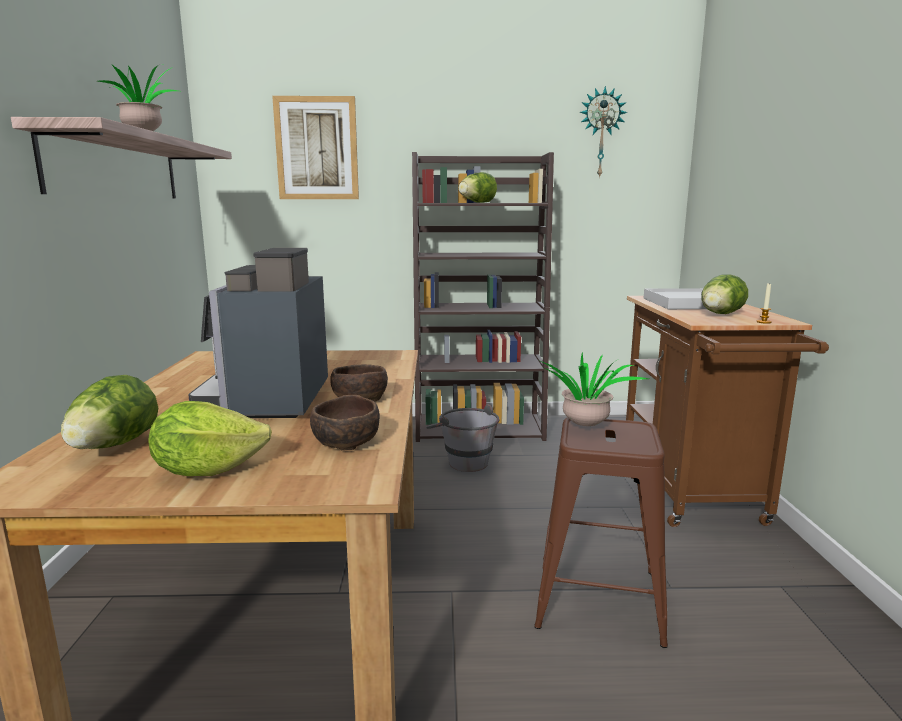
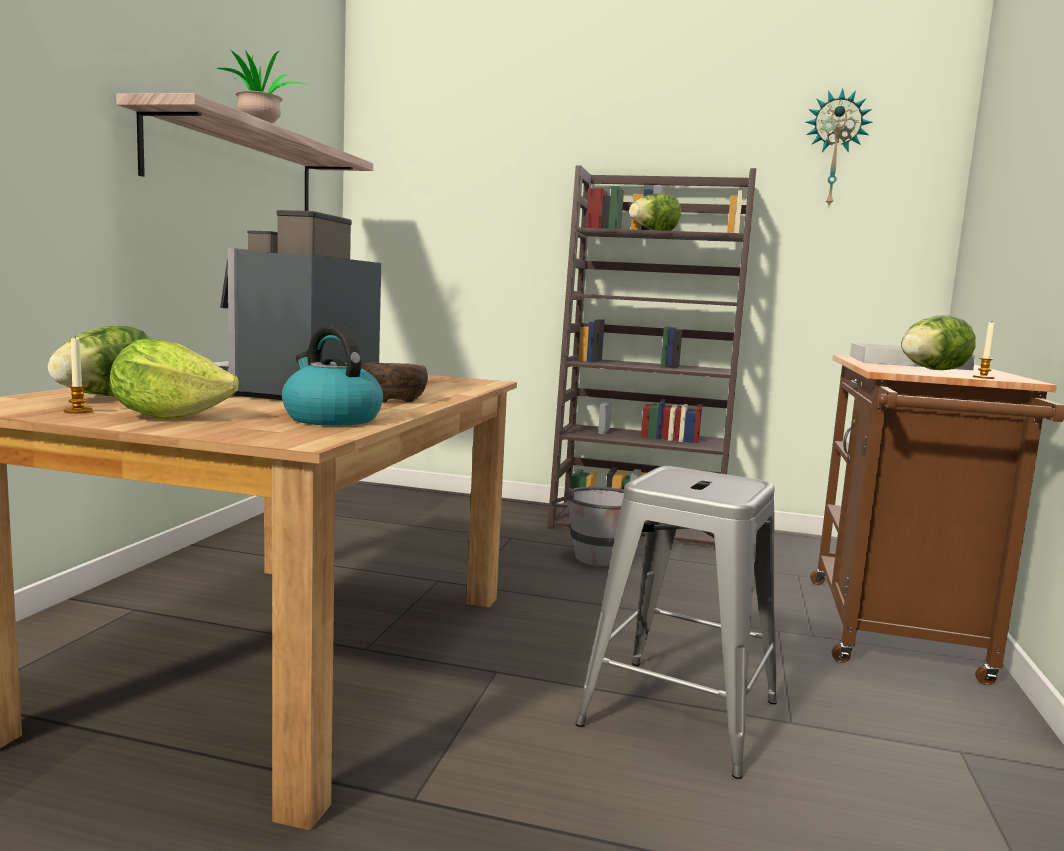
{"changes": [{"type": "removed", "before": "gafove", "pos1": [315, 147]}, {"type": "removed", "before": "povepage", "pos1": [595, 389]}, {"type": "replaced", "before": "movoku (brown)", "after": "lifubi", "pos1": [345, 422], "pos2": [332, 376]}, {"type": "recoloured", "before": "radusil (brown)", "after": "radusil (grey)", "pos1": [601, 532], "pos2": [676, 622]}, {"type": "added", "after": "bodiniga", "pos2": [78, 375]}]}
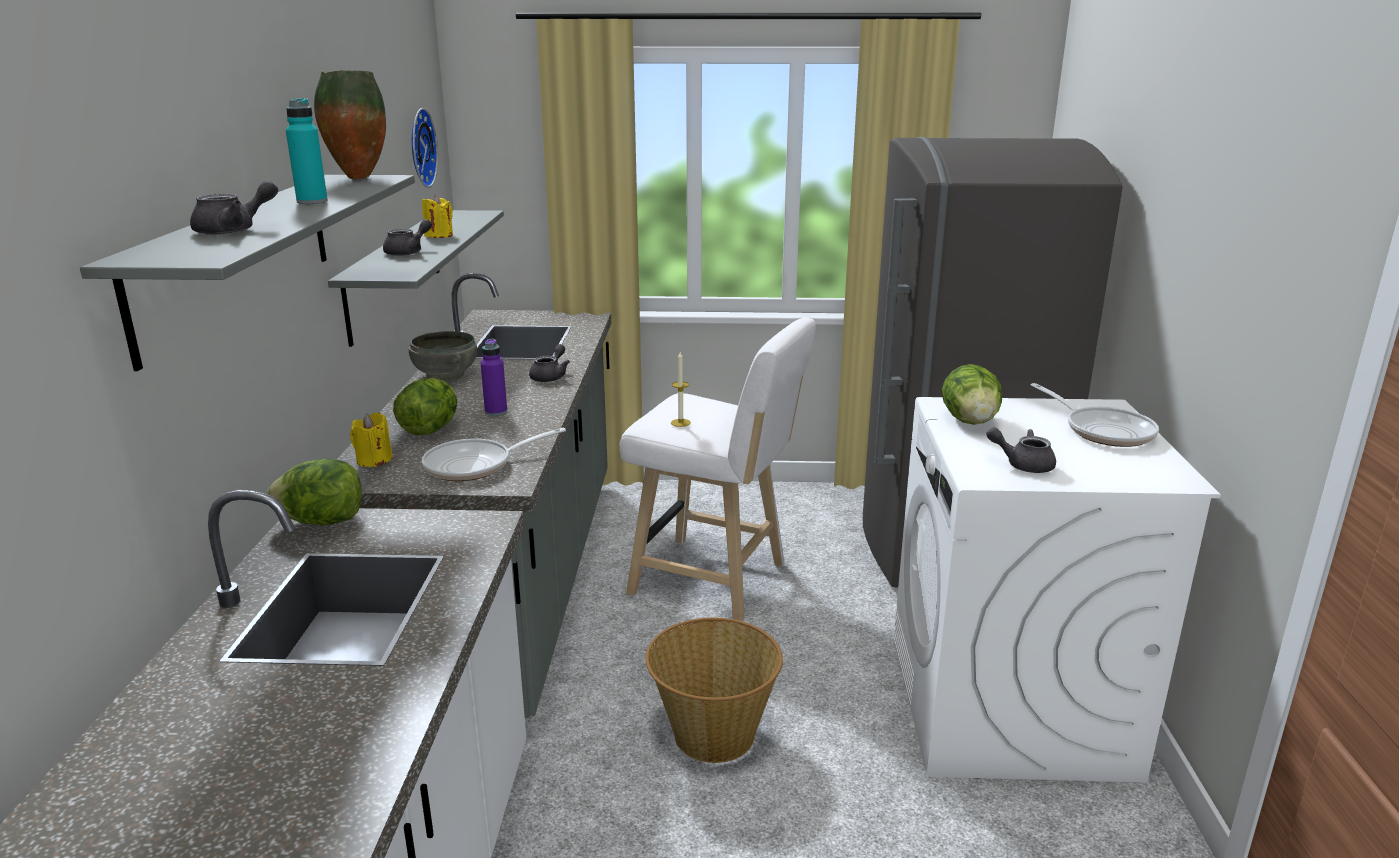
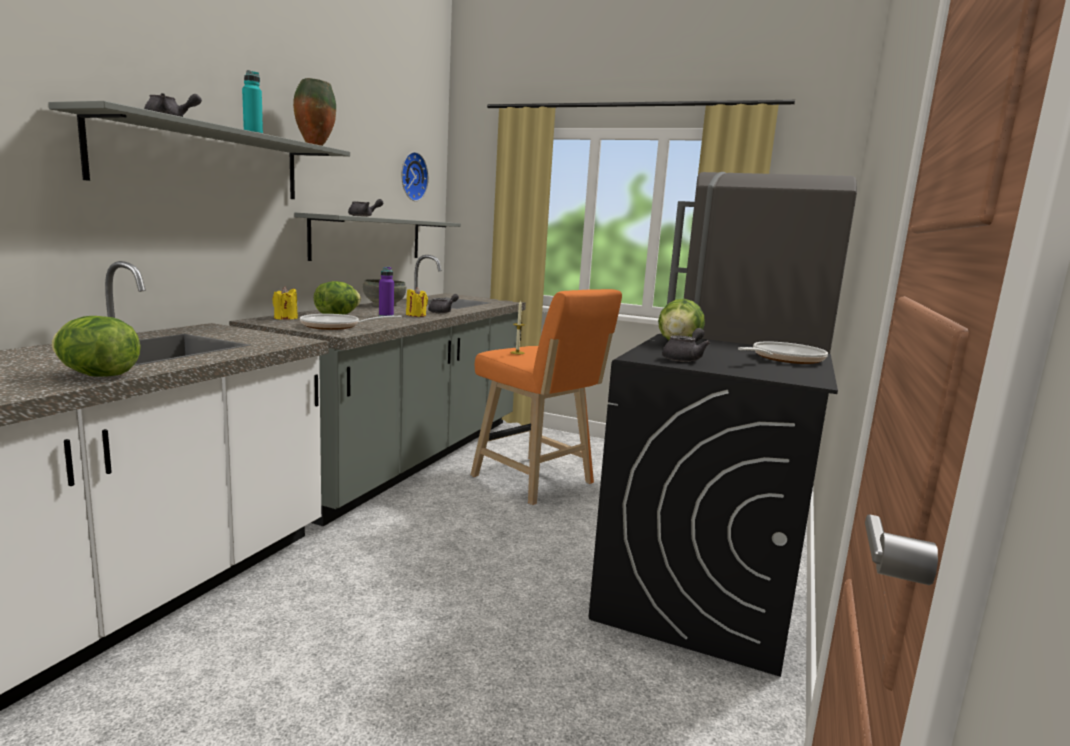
{"changes": [{"type": "moved", "before": "bodiniga (yellow)", "pos1": [437, 216], "pos2": [417, 302]}, {"type": "recoloured", "before": "radusil (white)", "after": "radusil (orange)", "pos1": [717, 469], "pos2": [546, 397]}, {"type": "turned", "before": "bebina", "pos1": [1095, 415], "pos2": [783, 352], "turn": -120}, {"type": "recoloured", "before": "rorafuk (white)", "after": "rorafuk (black)", "pos1": [1057, 590], "pos2": [713, 505]}, {"type": "turned", "before": "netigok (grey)", "pos1": [1021, 450], "pos2": [686, 345], "turn": 90}, {"type": "moved", "before": "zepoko", "pos1": [314, 492], "pos2": [96, 346]}, {"type": "removed", "before": "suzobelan", "pos1": [714, 690]}]}
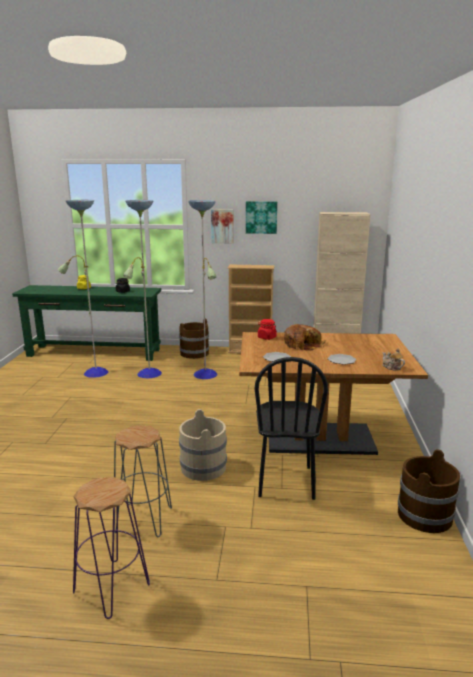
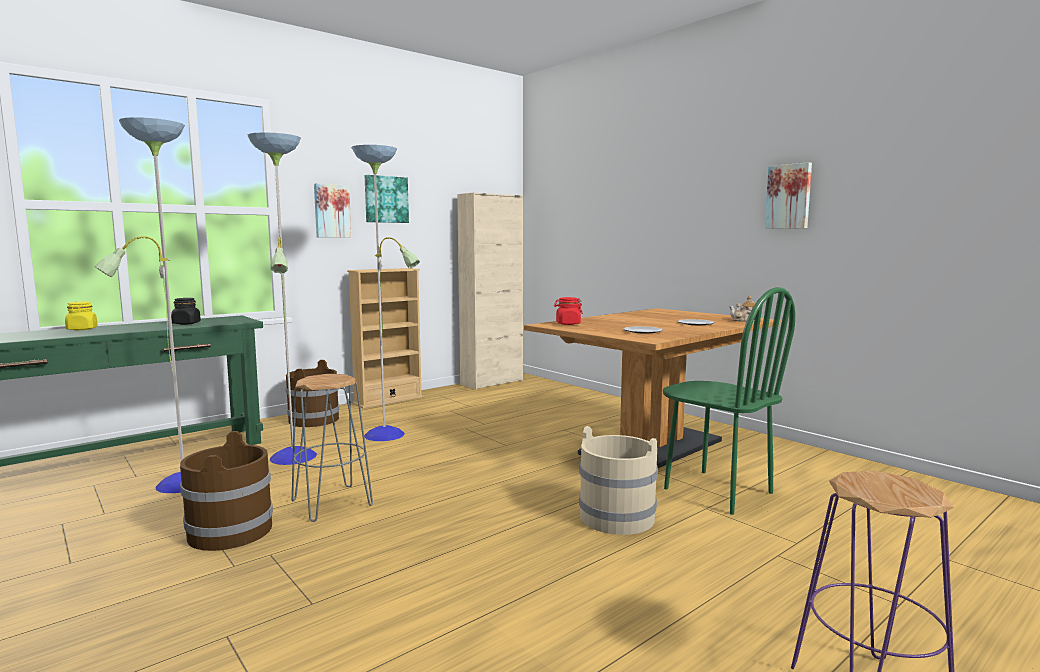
{"changes": [{"type": "removed", "before": "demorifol", "pos1": [304, 337]}, {"type": "recoloured", "before": "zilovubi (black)", "after": "zilovubi (green)", "pos1": [291, 428], "pos2": [729, 401]}, {"type": "moved", "before": "radusil (grey)", "pos1": [143, 481], "pos2": [332, 448]}, {"type": "moved", "before": "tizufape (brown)", "pos1": [429, 491], "pos2": [226, 491]}, {"type": "added", "after": "gafove", "pos2": [788, 195]}]}
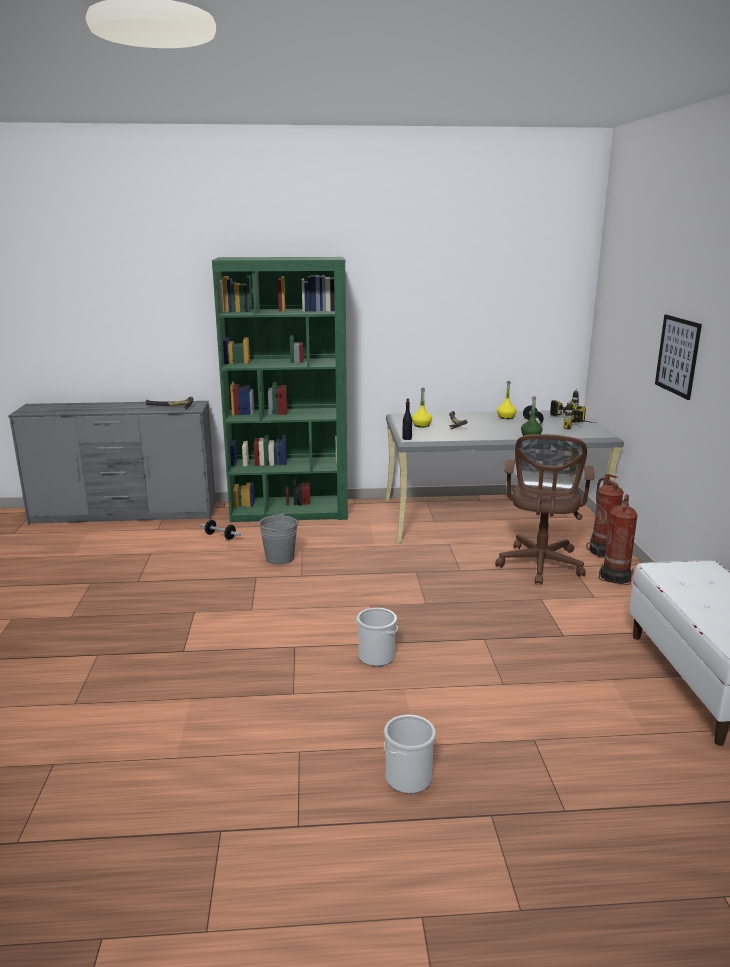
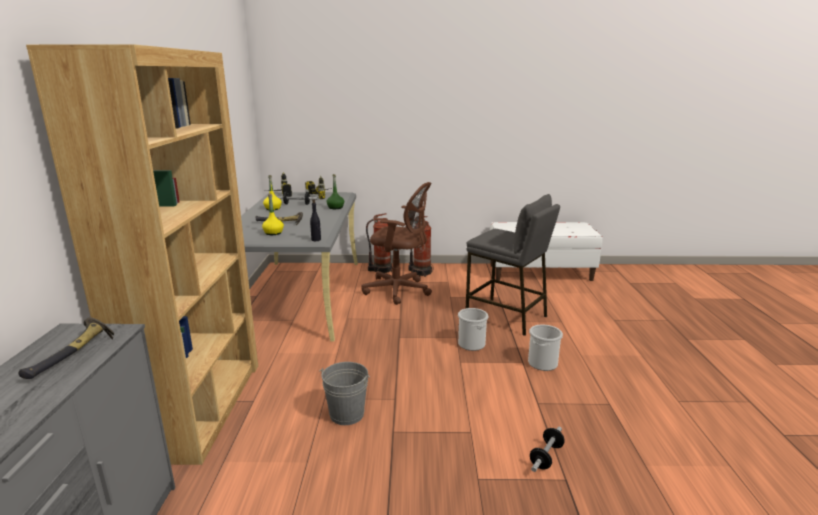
{"changes": [{"type": "recoloured", "before": "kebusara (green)", "after": "kebusara (brown)", "pos1": [280, 389], "pos2": [142, 254]}, {"type": "removed", "before": "gafove", "pos1": [678, 357]}, {"type": "moved", "before": "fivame", "pos1": [220, 530], "pos2": [547, 449]}, {"type": "moved", "before": "tizufape", "pos1": [410, 754], "pos2": [473, 329]}, {"type": "added", "after": "radusil (grey)", "pos2": [513, 265]}]}
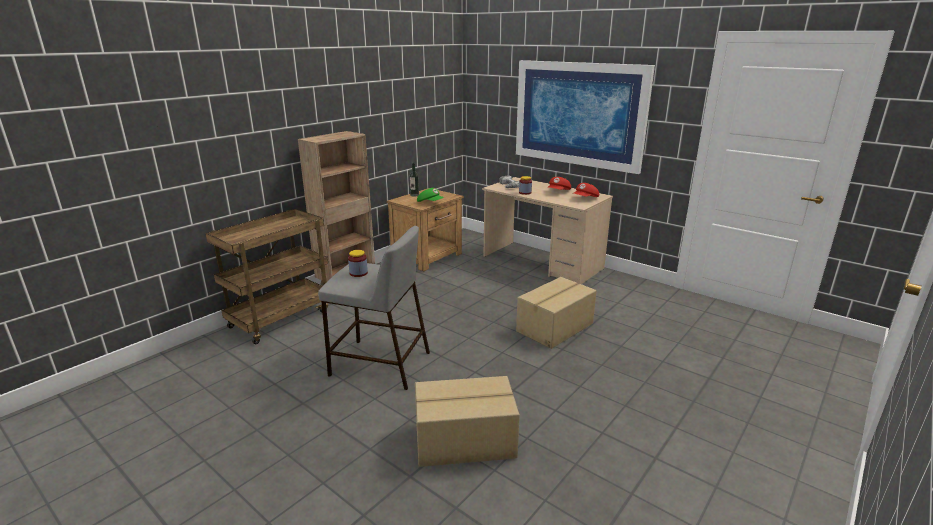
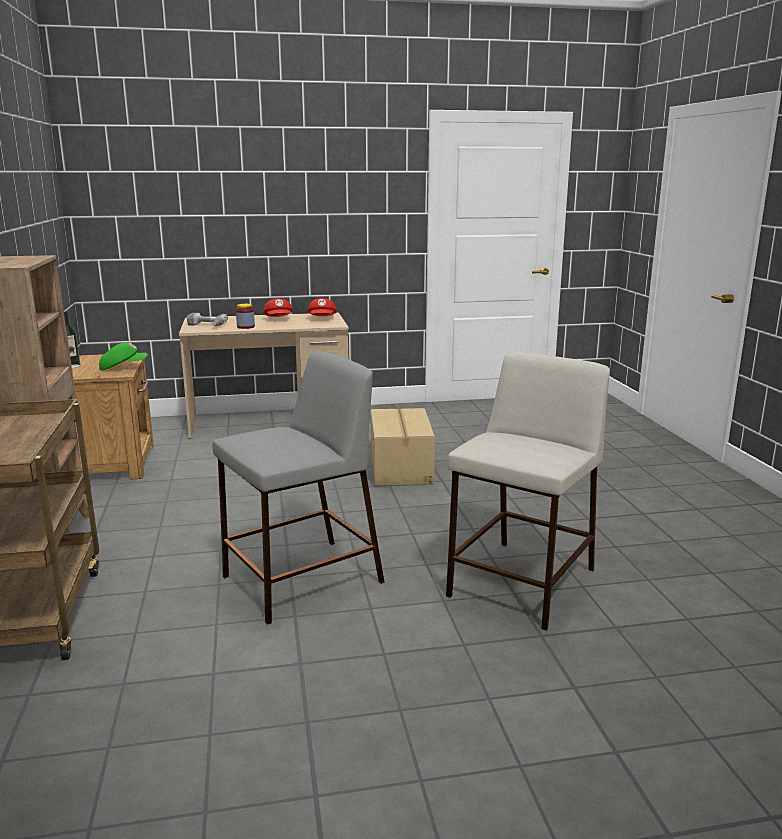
{"changes": [{"type": "removed", "before": "gafove", "pos1": [585, 117]}, {"type": "removed", "before": "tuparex", "pos1": [358, 263]}, {"type": "replaced", "before": "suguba", "after": "radusil (beige)", "pos1": [467, 421], "pos2": [528, 491]}]}
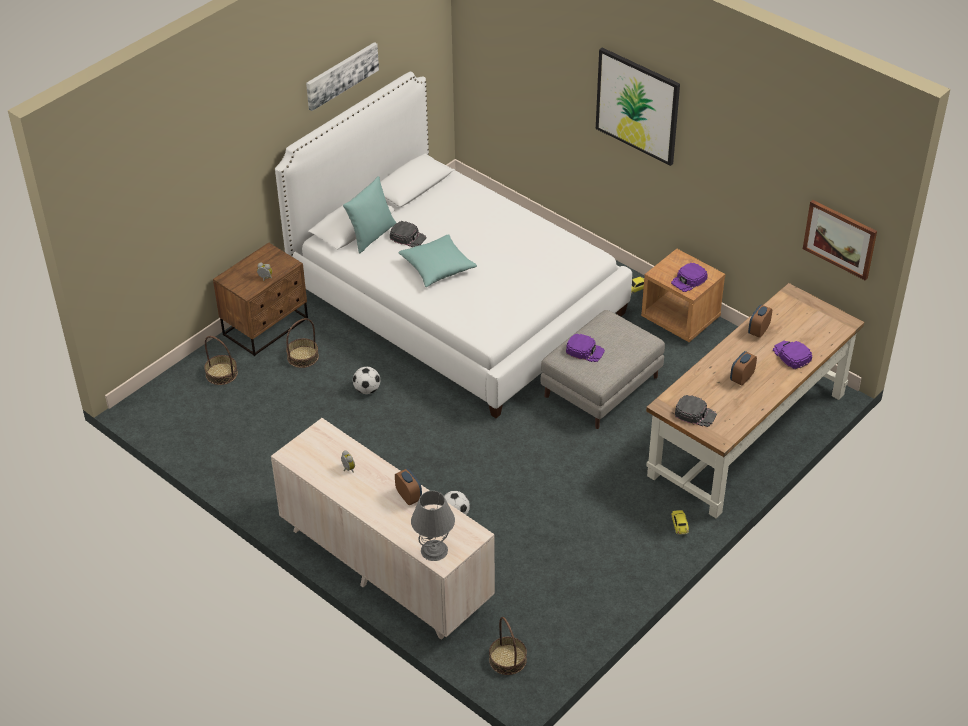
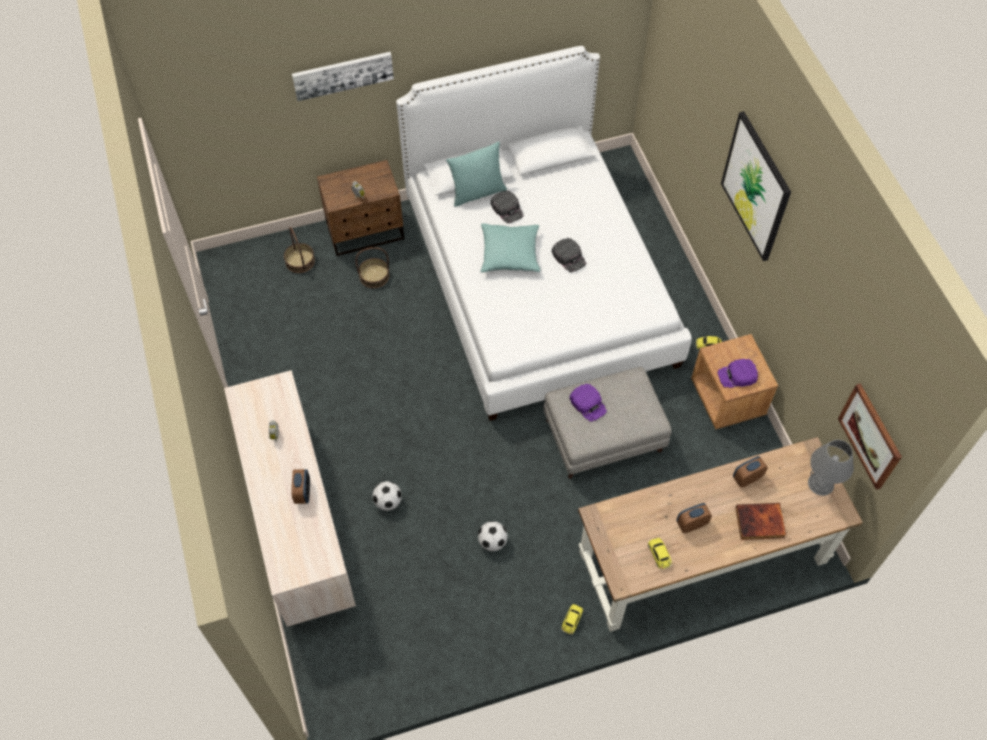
{"changes": [{"type": "moved", "before": "gafove", "pos1": [342, 76], "pos2": [343, 76]}, {"type": "replaced", "before": "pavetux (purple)", "after": "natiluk", "pos1": [792, 355], "pos2": [760, 521]}, {"type": "moved", "before": "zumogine", "pos1": [366, 380], "pos2": [493, 536]}, {"type": "moved", "before": "pavetux (black)", "pos1": [696, 411], "pos2": [569, 255]}, {"type": "moved", "before": "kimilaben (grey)", "pos1": [433, 526], "pos2": [831, 468]}, {"type": "removed", "before": "suzobelan", "pos1": [508, 646]}, {"type": "added", "after": "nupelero", "pos2": [660, 553]}]}
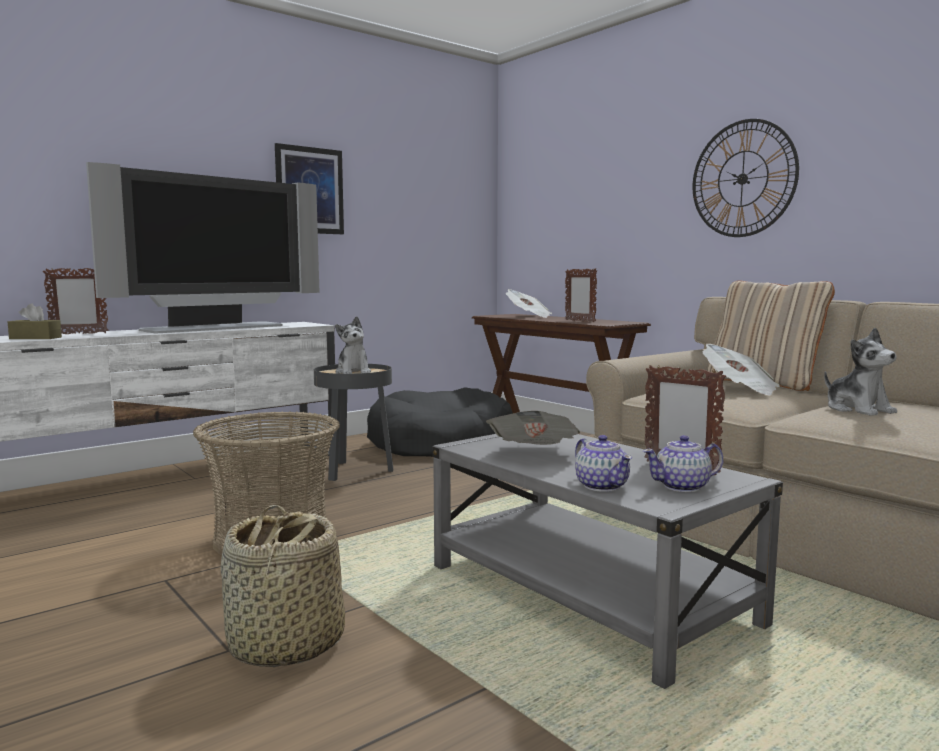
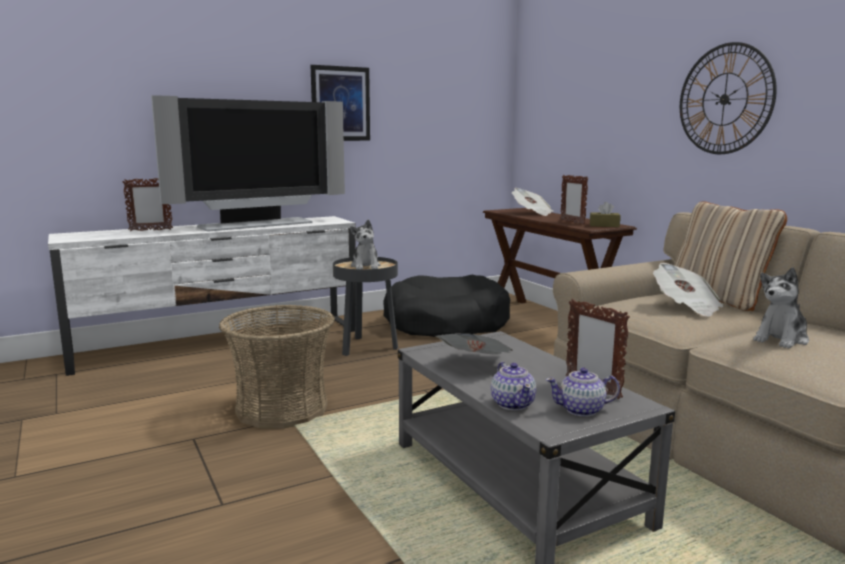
{"changes": [{"type": "moved", "before": "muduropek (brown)", "pos1": [35, 321], "pos2": [605, 214]}, {"type": "turned", "before": "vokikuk", "pos1": [860, 371], "pos2": [781, 308], "turn": 60}, {"type": "removed", "before": "suzobelan", "pos1": [282, 586]}]}
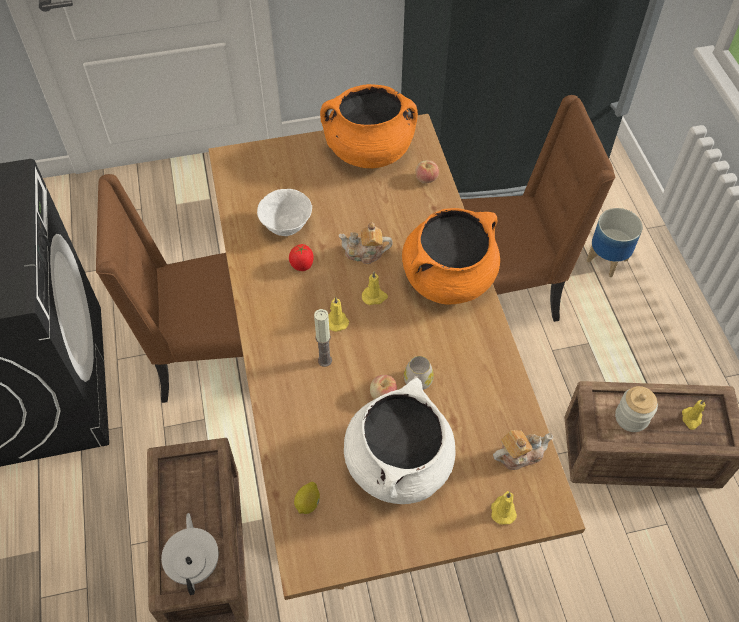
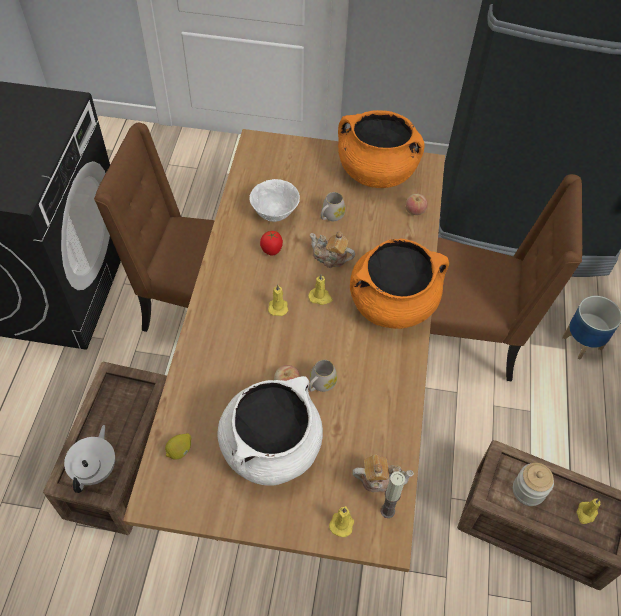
{"changes": [{"type": "moved", "before": "bodiniga", "pos1": [323, 338], "pos2": [392, 495]}, {"type": "added", "after": "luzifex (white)", "pos2": [333, 206]}]}
